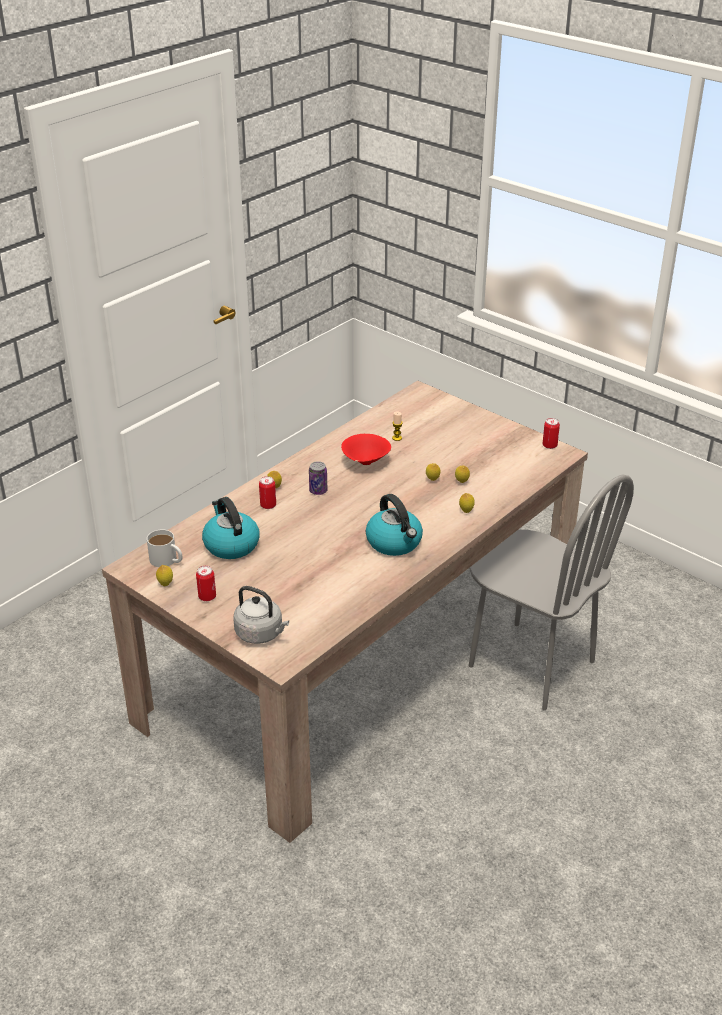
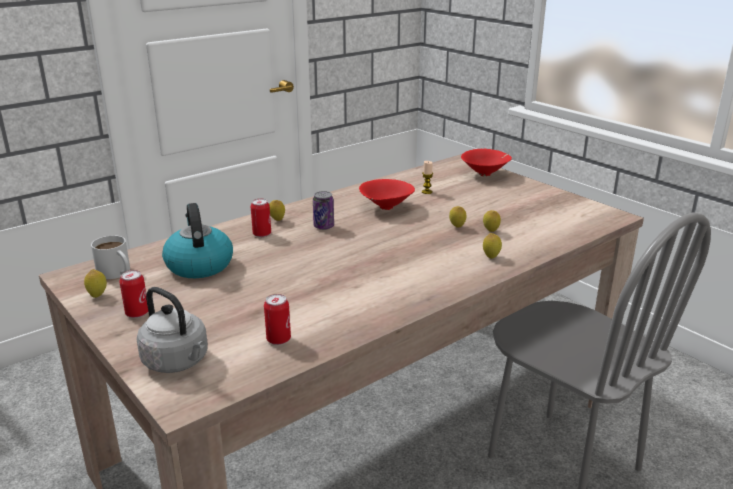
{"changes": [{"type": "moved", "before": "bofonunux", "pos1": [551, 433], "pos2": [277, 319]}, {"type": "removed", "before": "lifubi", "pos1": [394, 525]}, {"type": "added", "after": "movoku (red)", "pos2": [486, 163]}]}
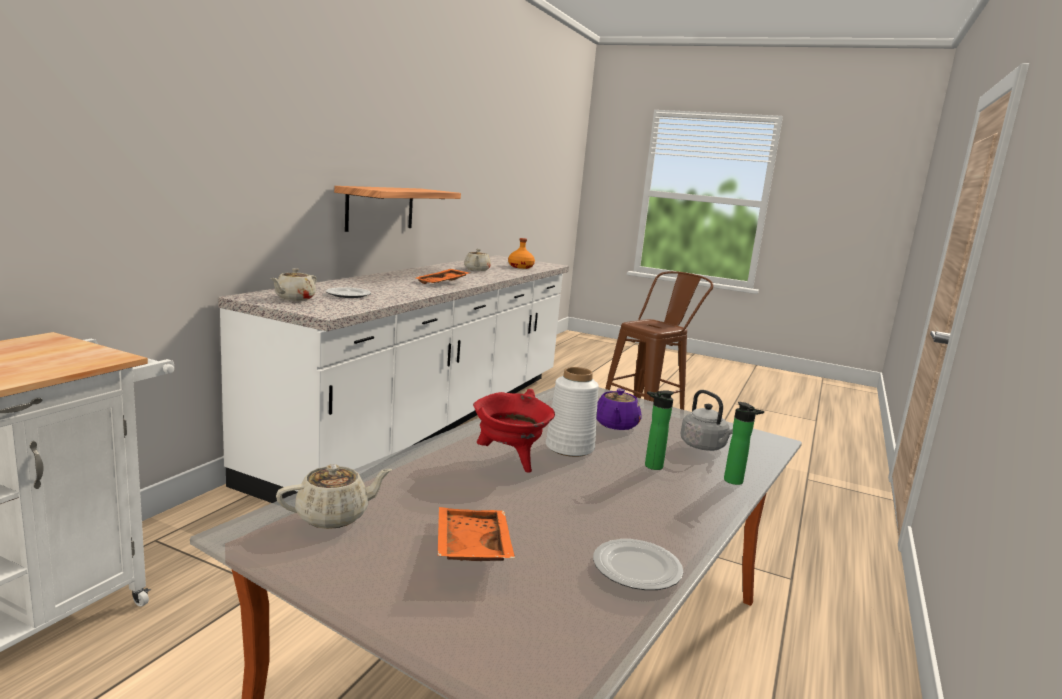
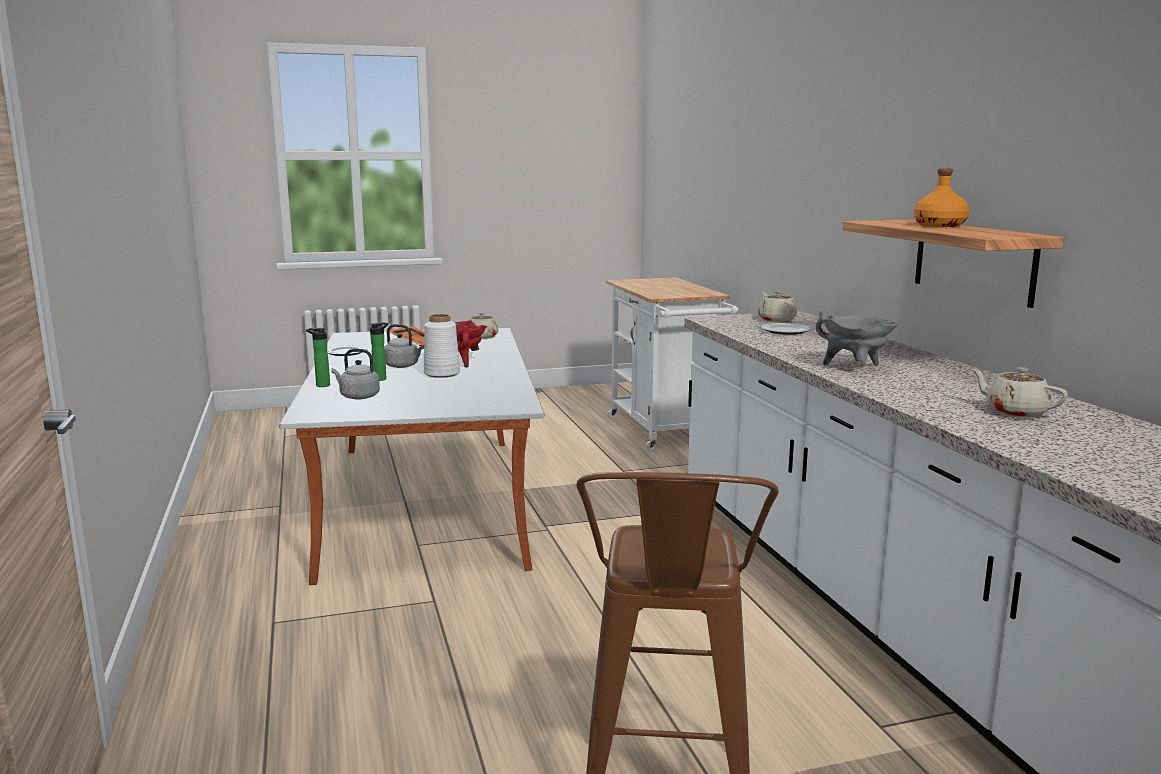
{"changes": [{"type": "moved", "before": "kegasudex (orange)", "pos1": [521, 253], "pos2": [942, 197]}, {"type": "replaced", "before": "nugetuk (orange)", "after": "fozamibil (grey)", "pos1": [443, 276], "pos2": [857, 338]}, {"type": "removed", "before": "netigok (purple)", "pos1": [619, 409]}, {"type": "added", "after": "lifubi (grey)", "pos2": [404, 346]}]}
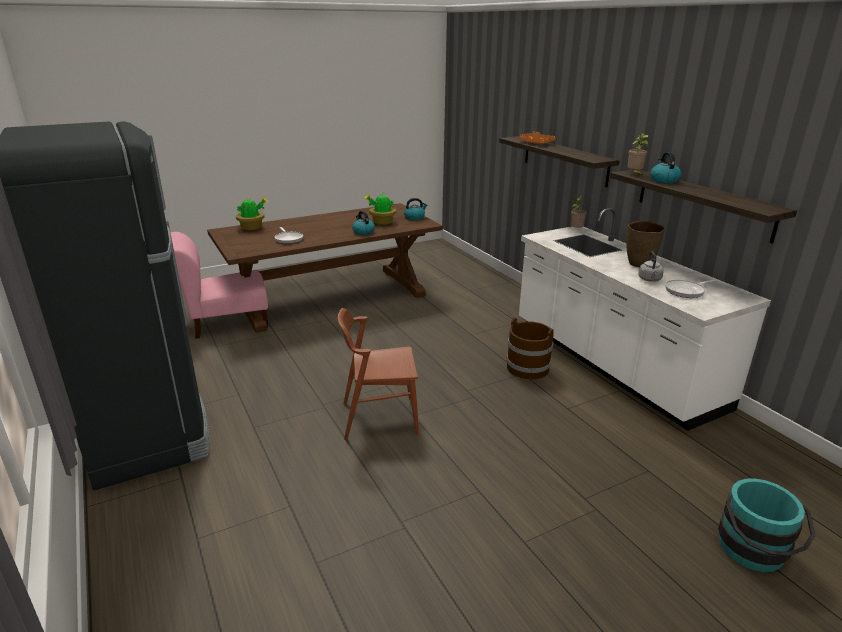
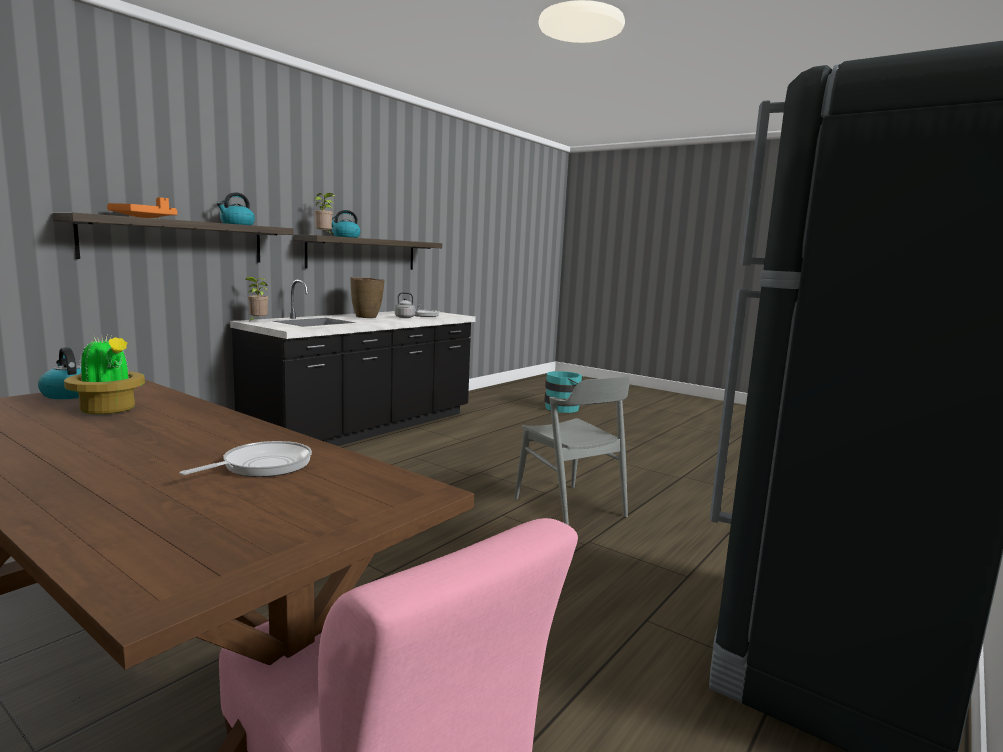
{"changes": [{"type": "removed", "before": "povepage", "pos1": [252, 213]}, {"type": "recoloured", "before": "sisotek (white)", "after": "sisotek (black)", "pos1": [645, 319], "pos2": [353, 362]}, {"type": "moved", "before": "lifubi", "pos1": [363, 223], "pos2": [236, 209]}, {"type": "recoloured", "before": "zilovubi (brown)", "after": "zilovubi (grey)", "pos1": [378, 374], "pos2": [572, 450]}, {"type": "removed", "before": "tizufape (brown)", "pos1": [530, 348]}]}
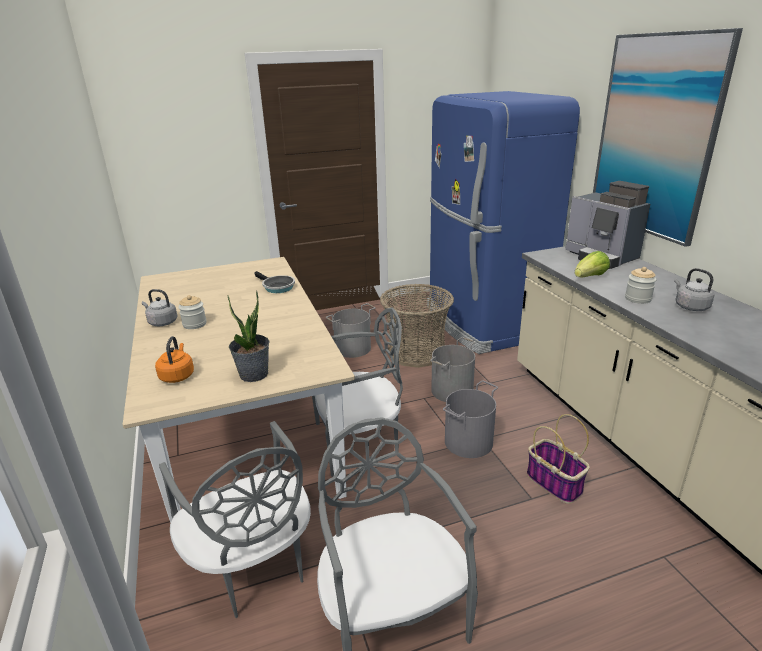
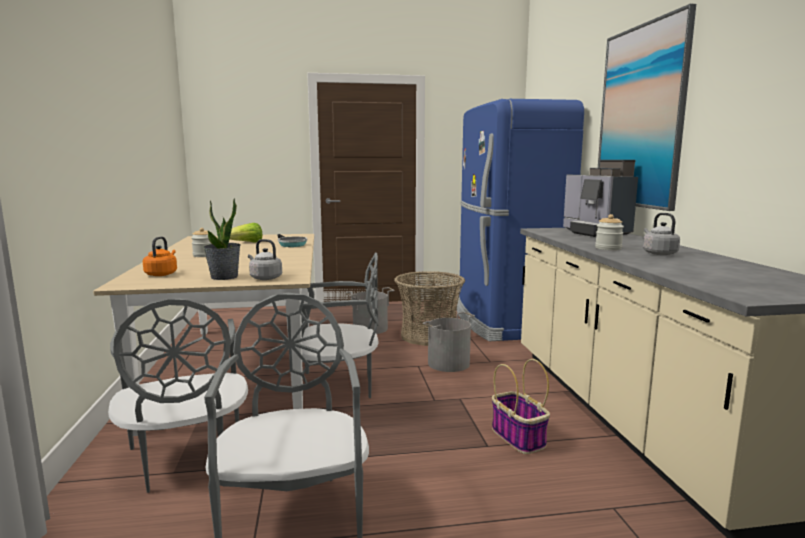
{"changes": [{"type": "moved", "before": "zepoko", "pos1": [592, 264], "pos2": [246, 233]}, {"type": "moved", "before": "lifubi (grey)", "pos1": [159, 307], "pos2": [265, 259]}, {"type": "removed", "before": "tizufape (grey)", "pos1": [470, 419]}]}
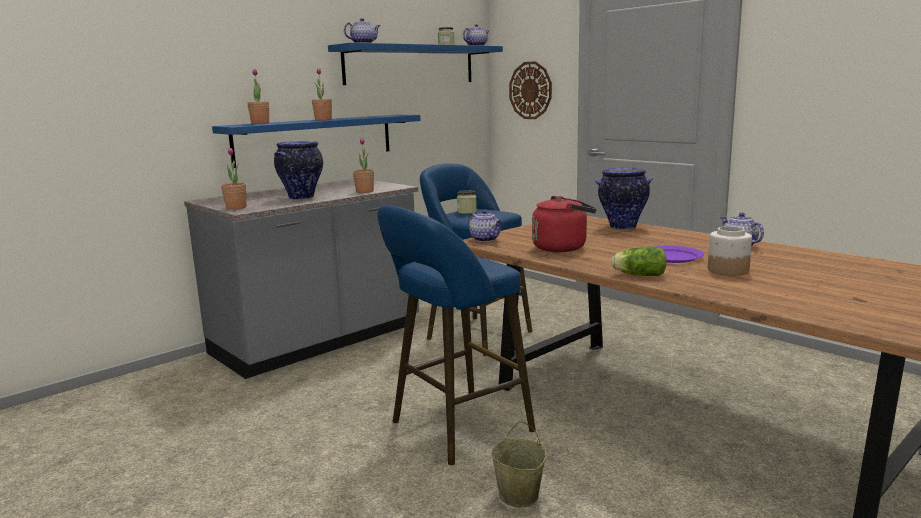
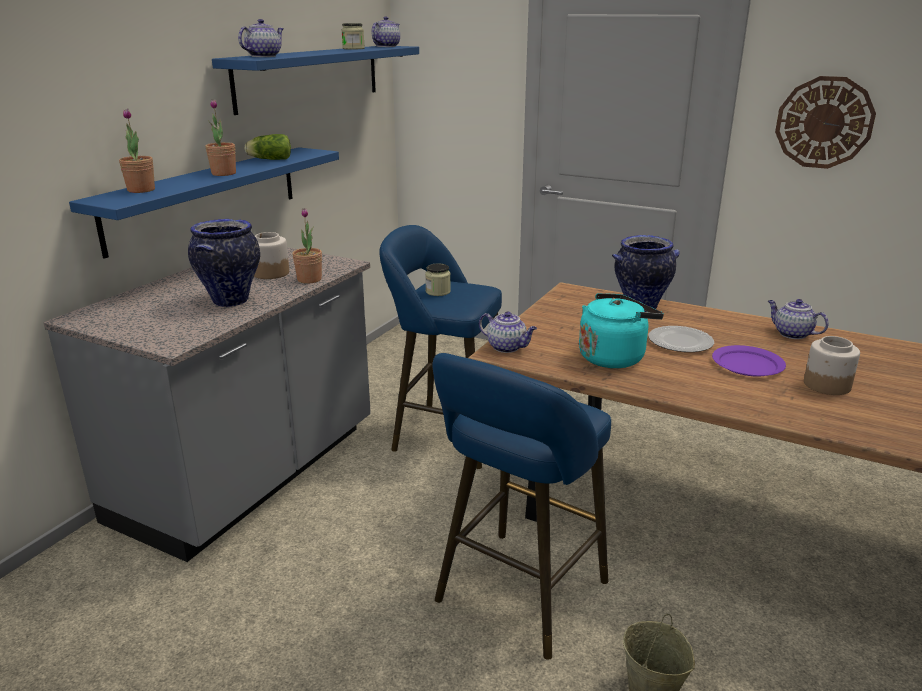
{"changes": [{"type": "moved", "before": "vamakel", "pos1": [530, 90], "pos2": [825, 122]}, {"type": "removed", "before": "povepage", "pos1": [233, 179]}, {"type": "recoloured", "before": "lifubi (red)", "after": "lifubi (turquoise)", "pos1": [564, 224], "pos2": [621, 330]}, {"type": "moved", "before": "zepoko", "pos1": [638, 261], "pos2": [267, 147]}, {"type": "added", "after": "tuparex", "pos2": [271, 255]}, {"type": "added", "after": "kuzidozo", "pos2": [681, 339]}]}
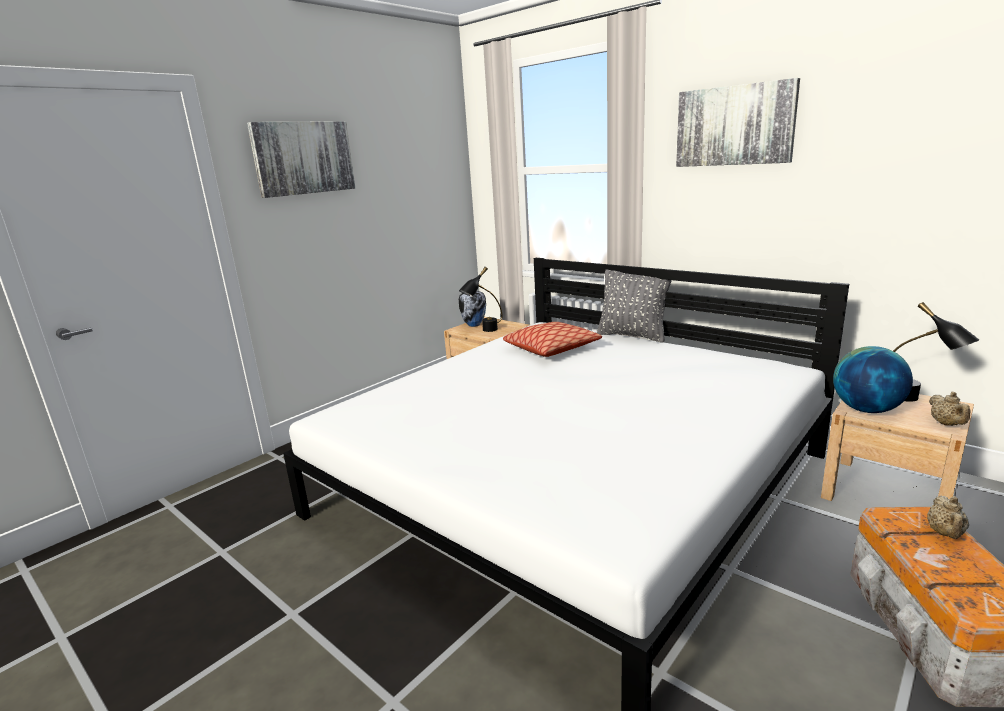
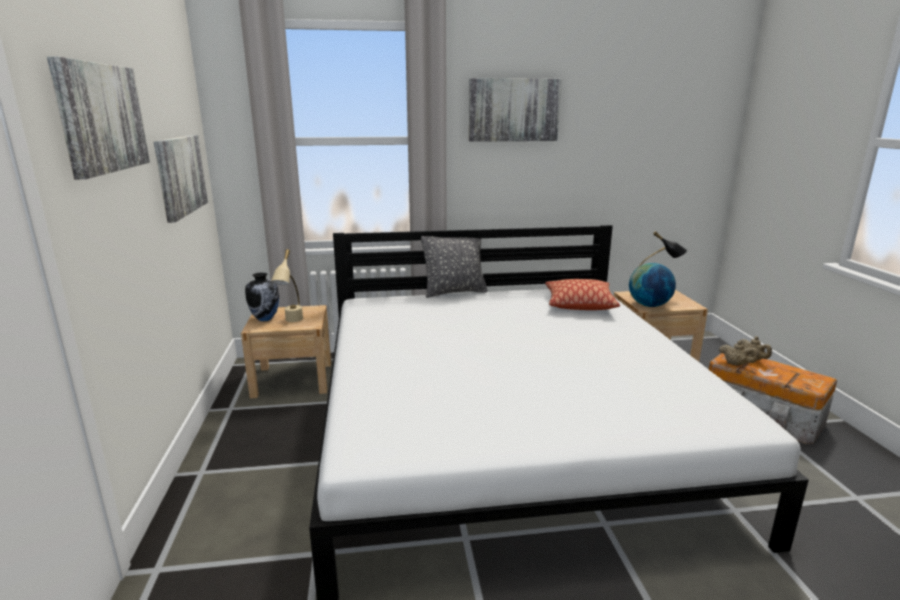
{"changes": [{"type": "recoloured", "before": "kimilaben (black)", "after": "kimilaben (beige)", "pos1": [481, 299], "pos2": [287, 285]}, {"type": "moved", "before": "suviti", "pos1": [552, 339], "pos2": [582, 294]}, {"type": "moved", "before": "netigok (beige)", "pos1": [950, 409], "pos2": [738, 353]}, {"type": "added", "after": "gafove", "pos2": [181, 179]}]}
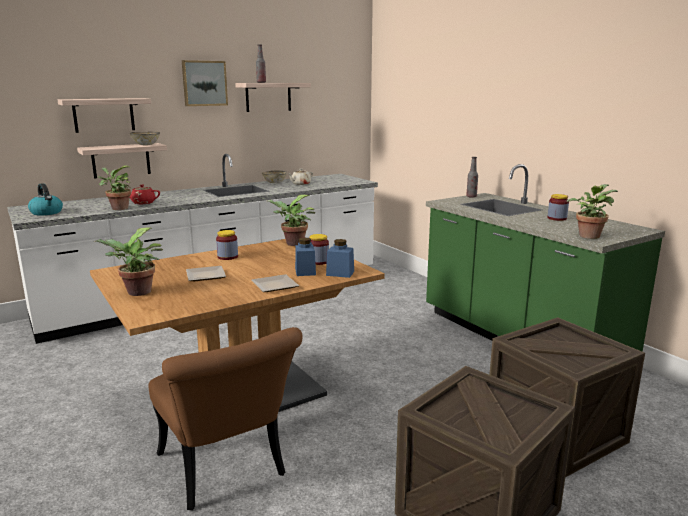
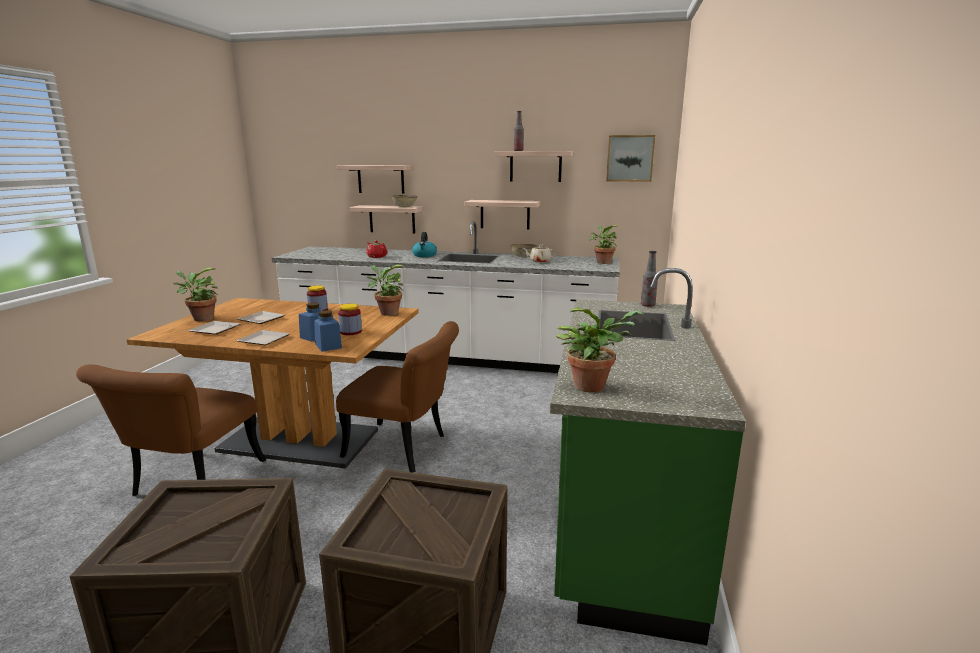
{"changes": [{"type": "moved", "before": "gafove", "pos1": [205, 83], "pos2": [630, 158]}, {"type": "moved", "before": "povepage", "pos1": [115, 187], "pos2": [603, 244]}, {"type": "moved", "before": "lifubi", "pos1": [45, 199], "pos2": [424, 244]}, {"type": "removed", "before": "tuparex", "pos1": [558, 207]}, {"type": "added", "after": "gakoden", "pos2": [502, 214]}, {"type": "added", "after": "kuzidozo", "pos2": [214, 328]}, {"type": "added", "after": "zilovubi (brown)", "pos2": [397, 396]}]}
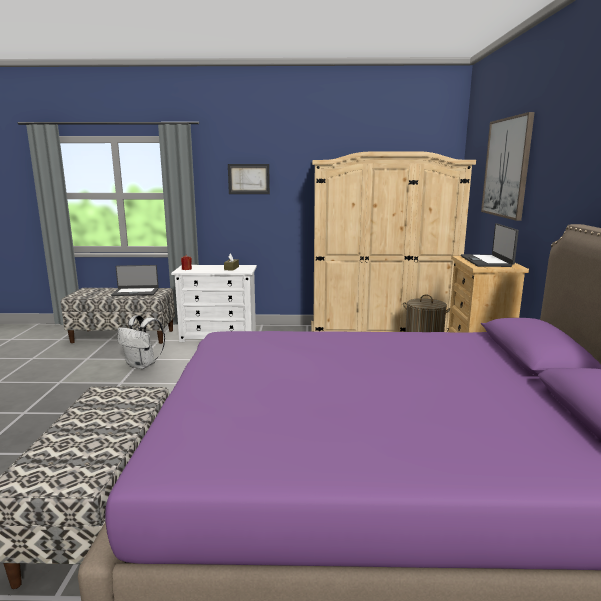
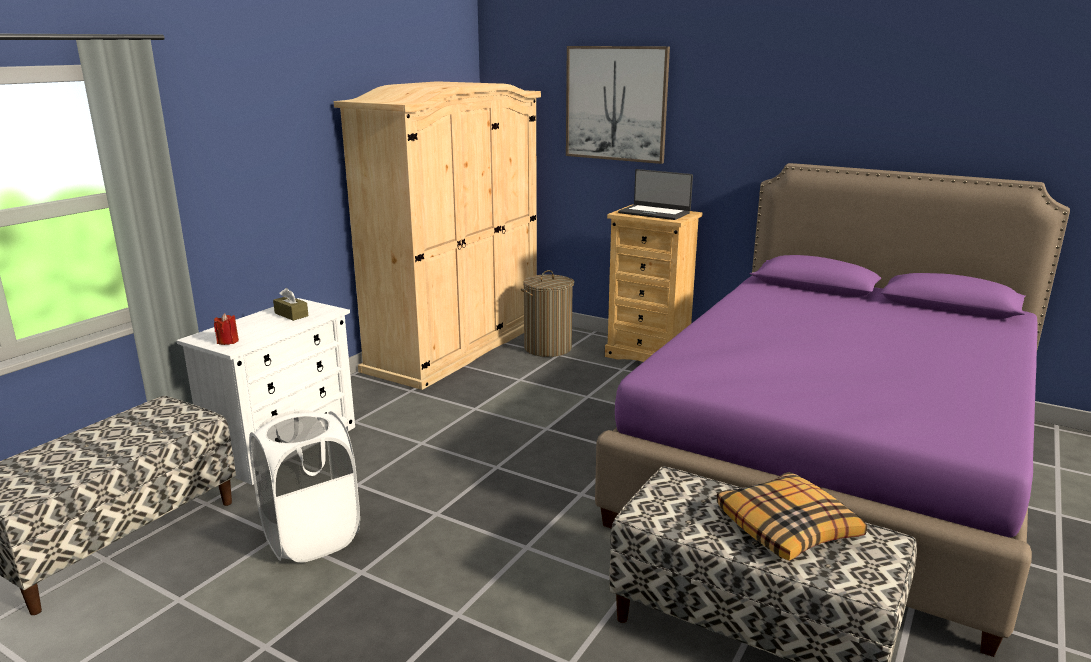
{"changes": [{"type": "removed", "before": "gafove", "pos1": [249, 179]}, {"type": "removed", "before": "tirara", "pos1": [134, 280]}, {"type": "replaced", "before": "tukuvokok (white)", "after": "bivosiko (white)", "pos1": [141, 342], "pos2": [304, 486]}, {"type": "added", "after": "suviti", "pos2": [792, 516]}]}
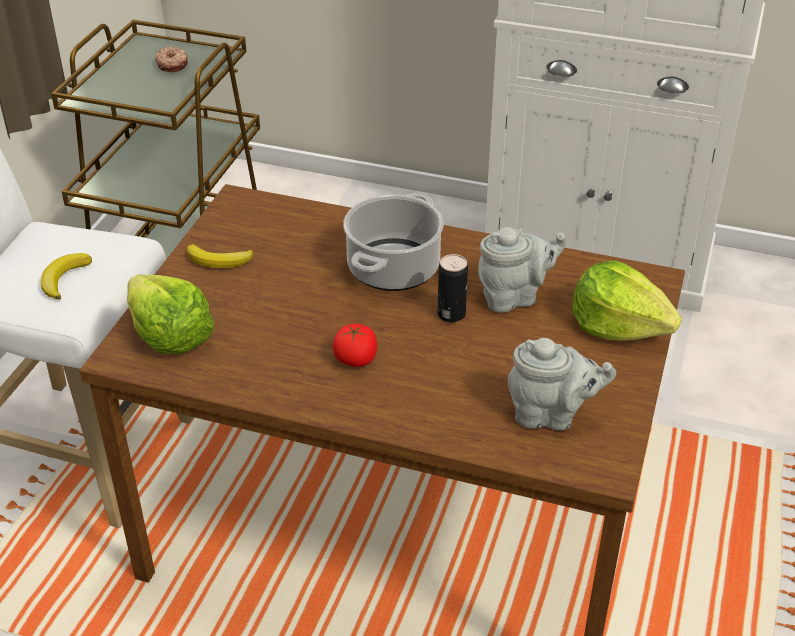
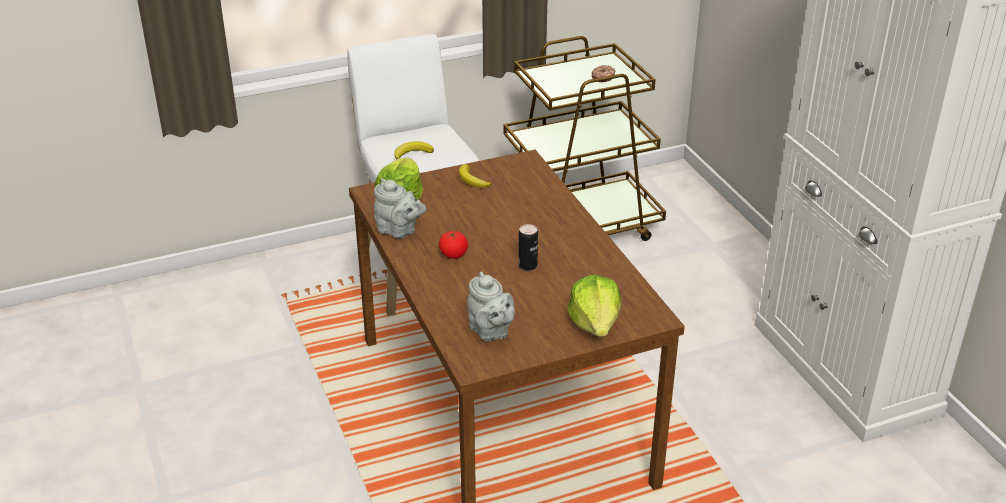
{"changes": [{"type": "removed", "before": "fozamibil", "pos1": [393, 242]}, {"type": "moved", "before": "netigok (grey)", "pos1": [522, 270], "pos2": [400, 208]}]}
